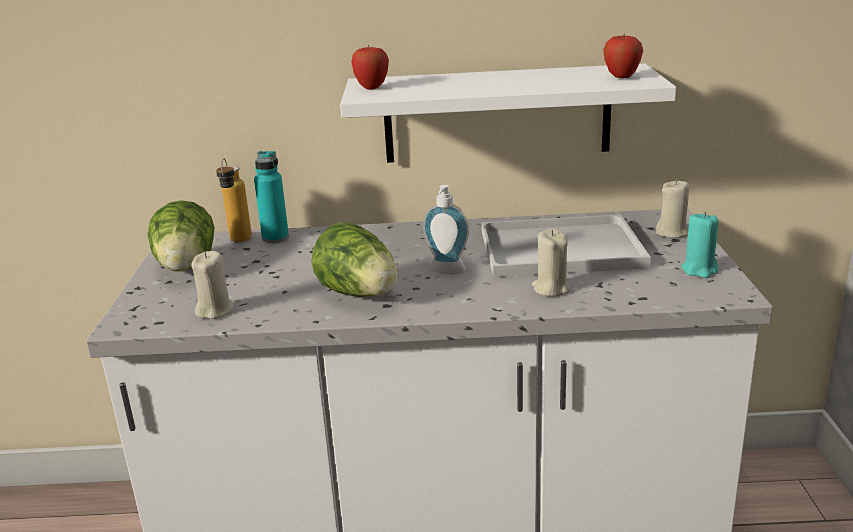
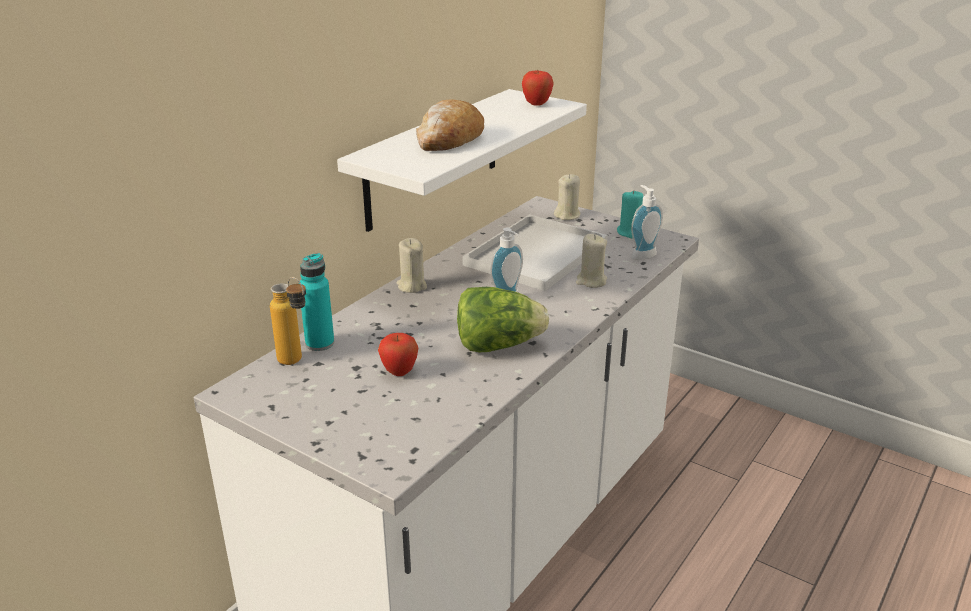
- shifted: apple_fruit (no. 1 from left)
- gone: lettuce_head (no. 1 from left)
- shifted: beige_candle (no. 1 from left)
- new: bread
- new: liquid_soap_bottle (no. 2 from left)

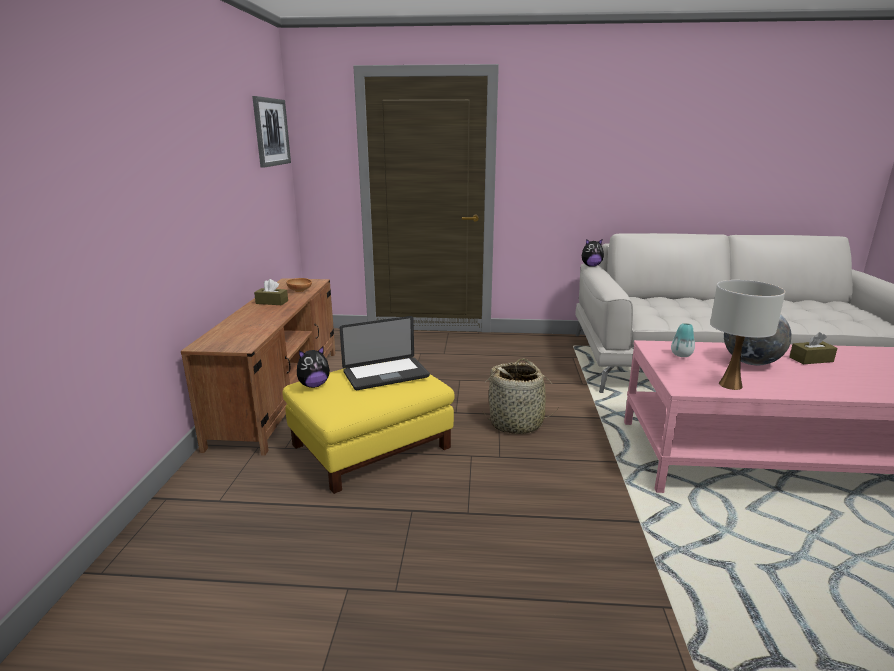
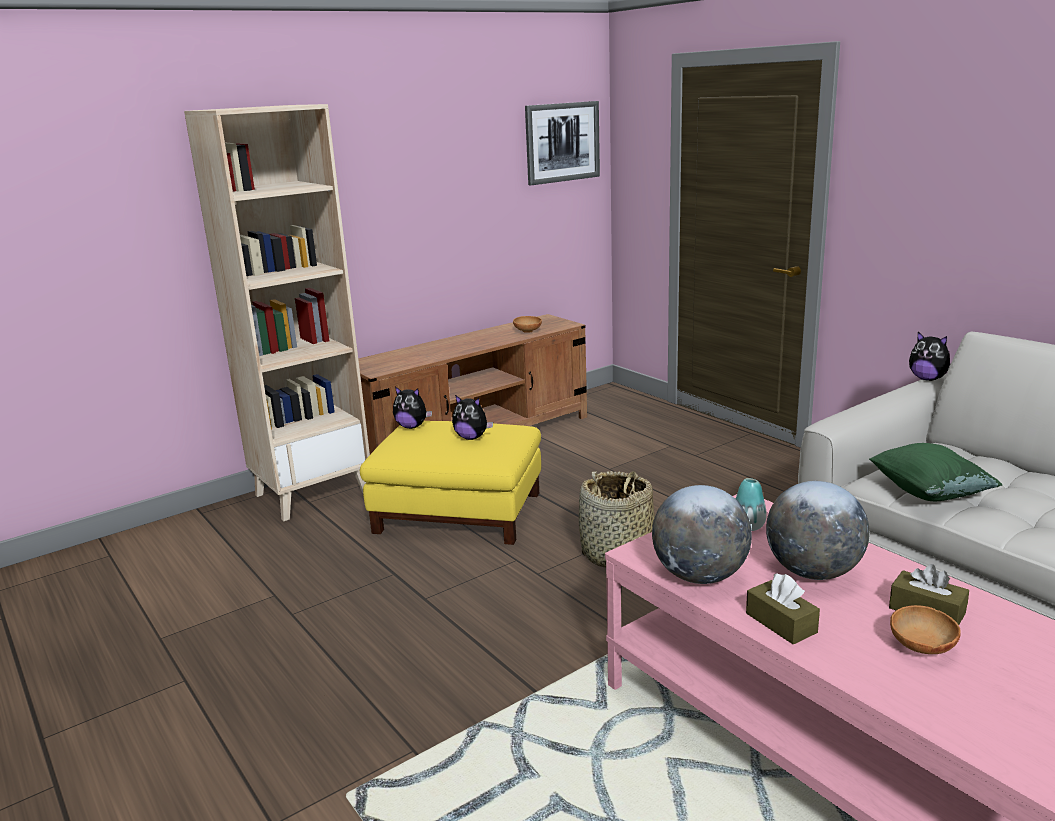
- shifted: brownish_tissue_box (no. 1 from left)
- swapped: whitish_table_lamp to globe (no. 1 from left)
- swapped: portable_computer to plush_toy (no. 2 from left)
- new: beige_bookshelf
- new: green_cushion
- new: brownish_deep_dish (no. 2 from left)

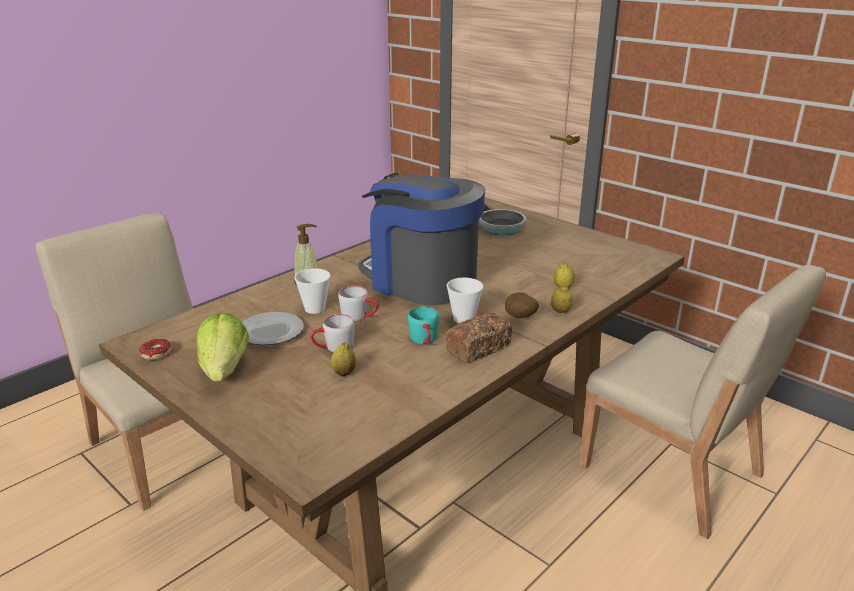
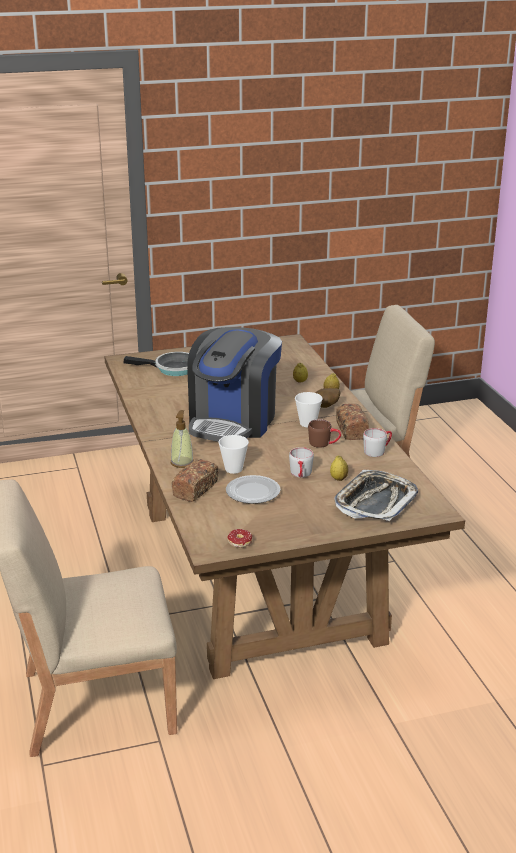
- rotated: coffee_maker 45 degrees counterclockwise
- shifted: grey_coffee_mug (no. 2 from left)
- repainted: blue-green_coffee_mug to brownish_coffee_mug
- gone: lettuce_head
- new: bread (no. 1 from left)
- new: tray

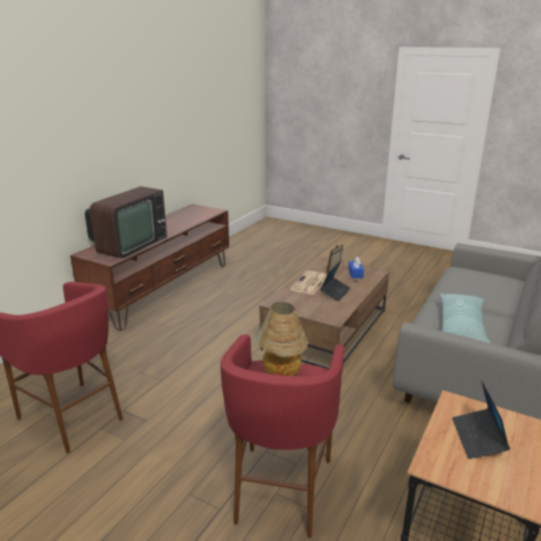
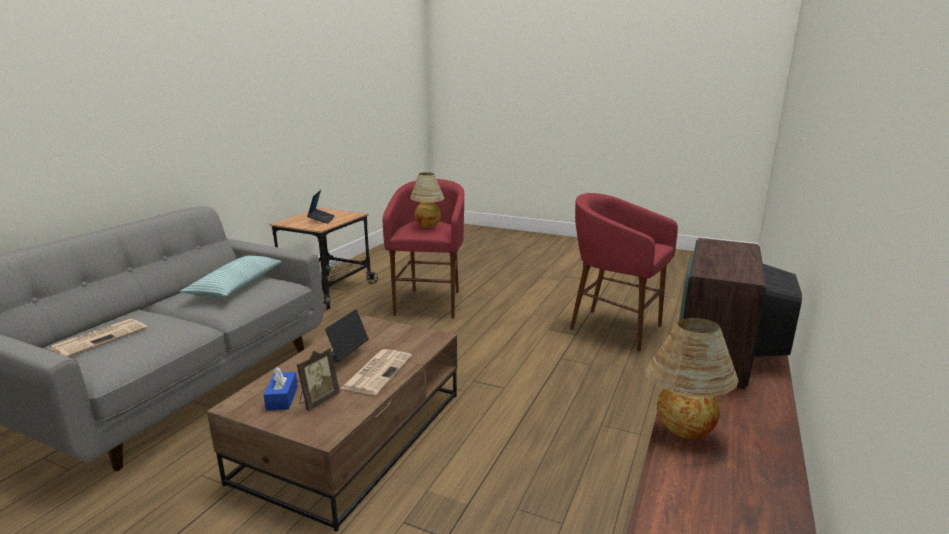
- new: table_lamp (no. 2 from left)
- new: printed_paper (no. 1 from left)

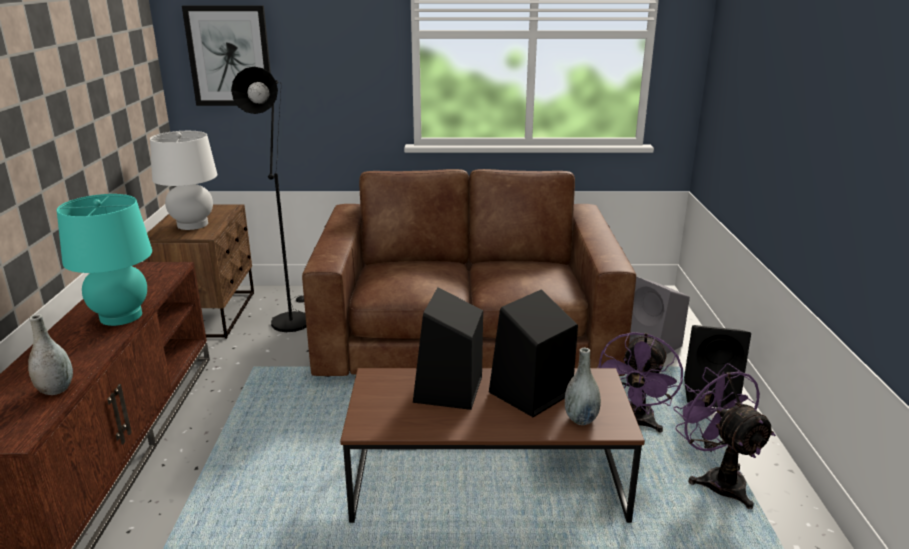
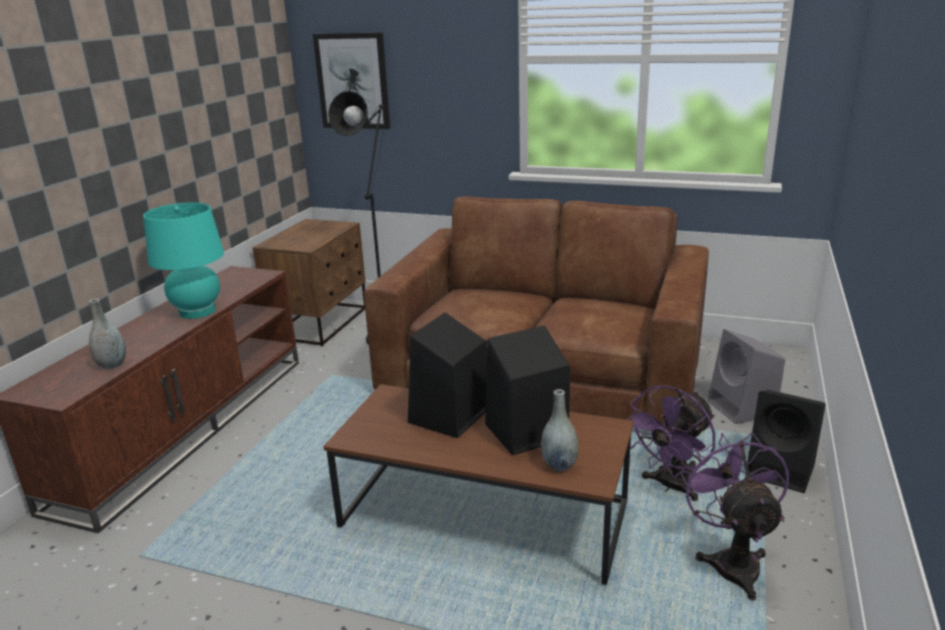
- gone: whitish_table_lamp

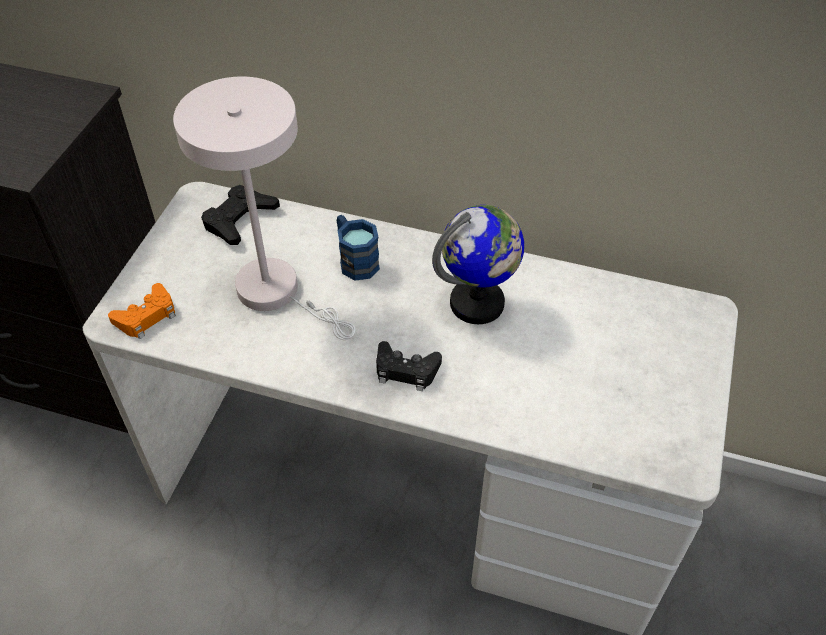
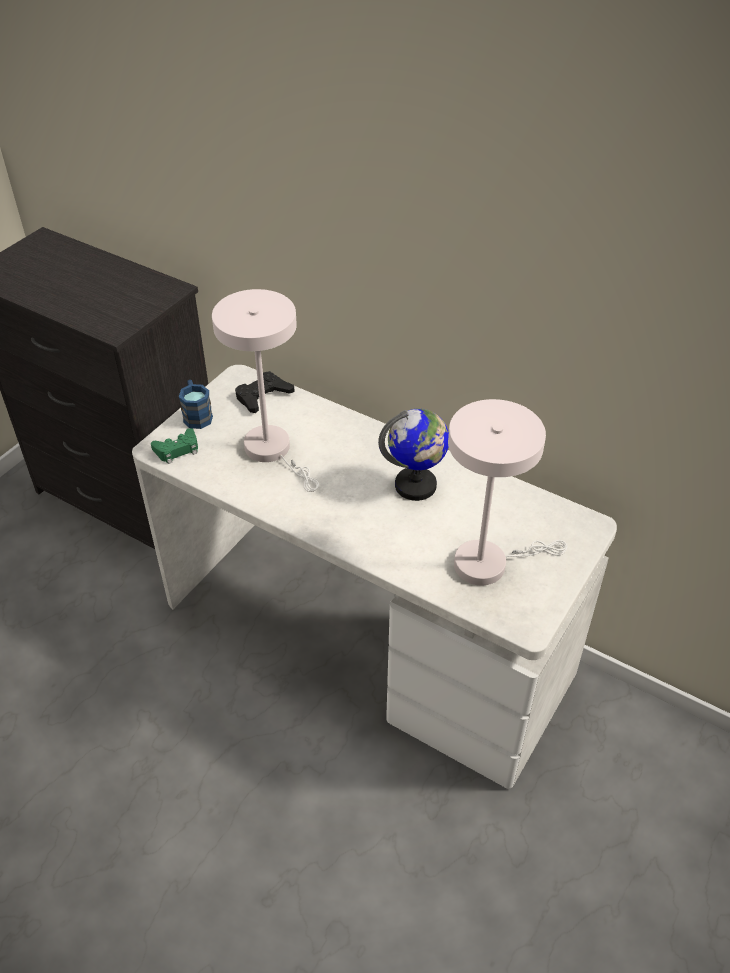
- shifted: blue_coffee_mug
- repainted: orange-coloured_gamepad to green_gamepad
- gone: blackish_gamepad (no. 2 from left)
- new: whitish_table_lamp (no. 2 from left)

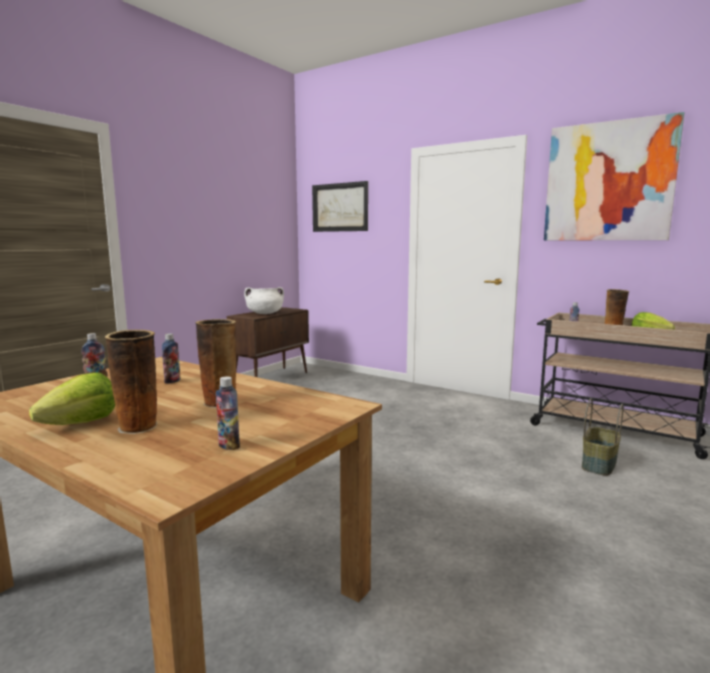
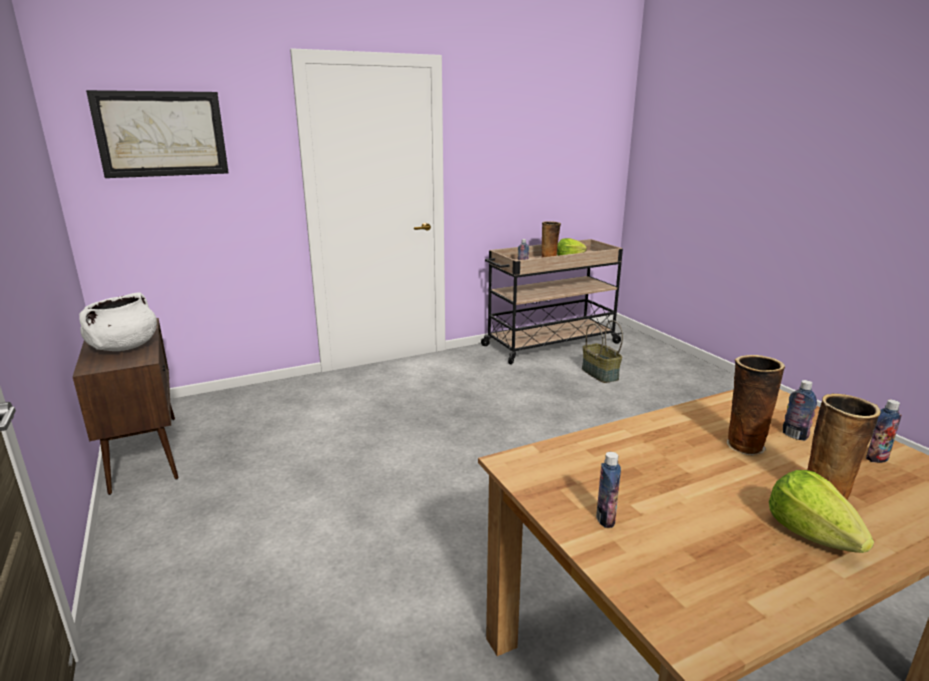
- gone: wall_art (no. 2 from left)
- shifted: bottle (no. 2 from left in the first image) to bottle (no. 3 from left)

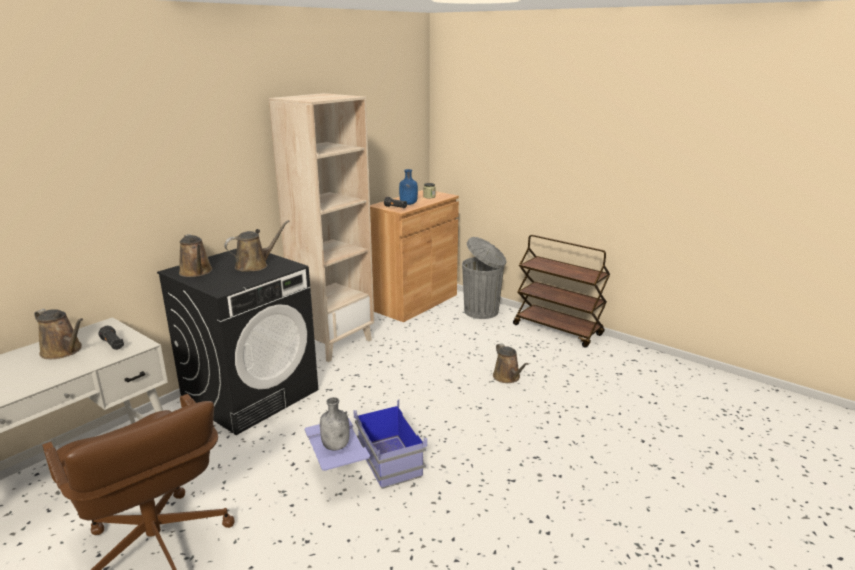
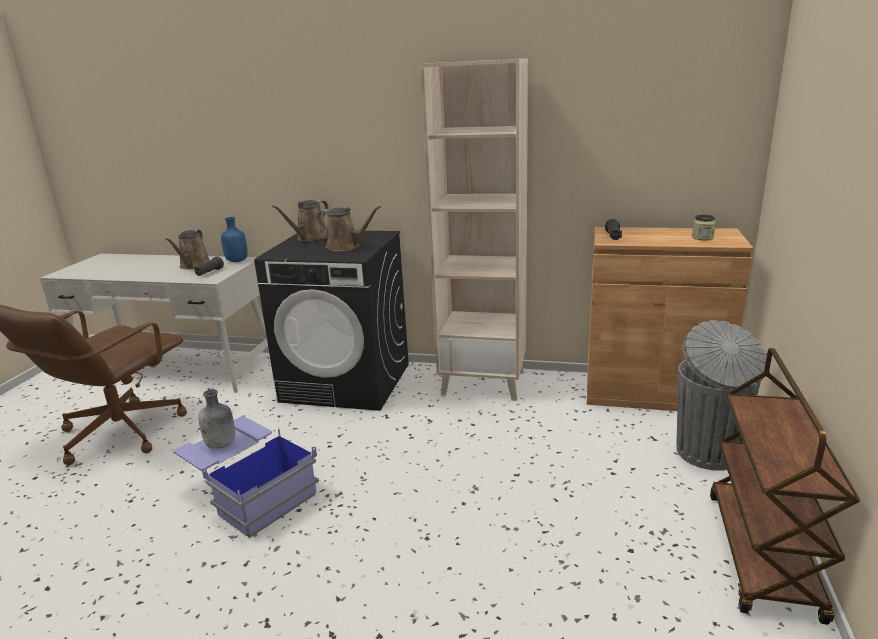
- shifted: blue_bottle
- gone: brownish_watering_can (no. 4 from left)

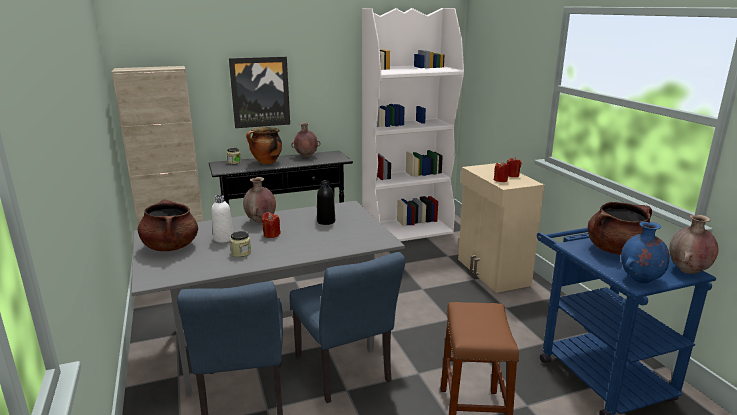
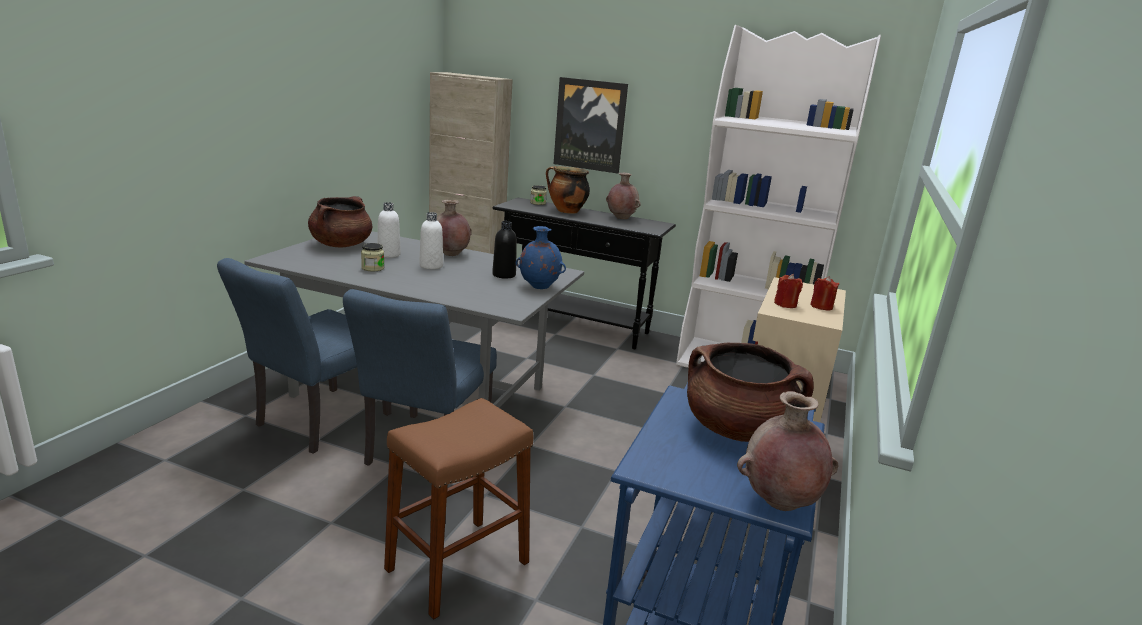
- swapped: red-coloured_candle (no. 1 from left) to whitish_bottle (no. 2 from left)
- shifted: blue_vase

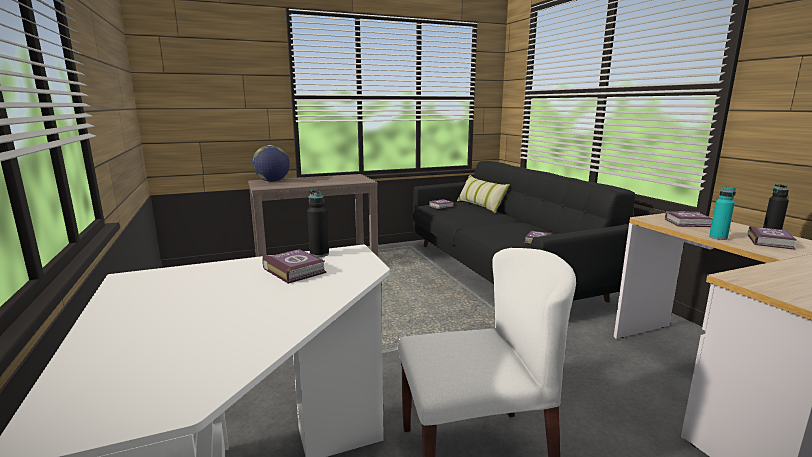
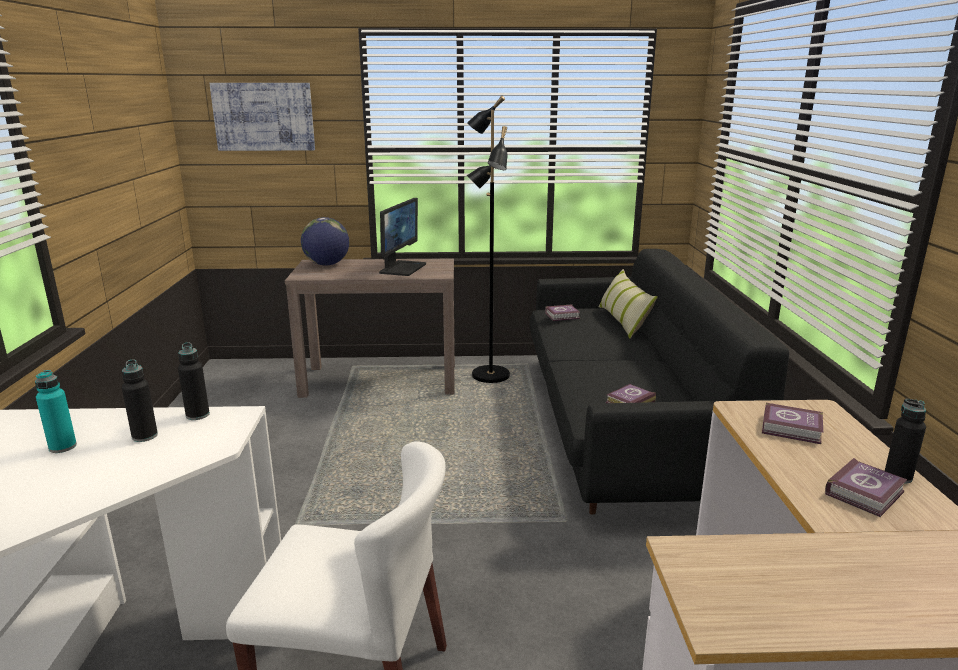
- shifted: blue-green_bottle
- swapped: book (no. 1 from left) to blackish_bottle (no. 1 from left)
- new: wall_art
- new: blackish_floor_lamp
- new: computer_screen

